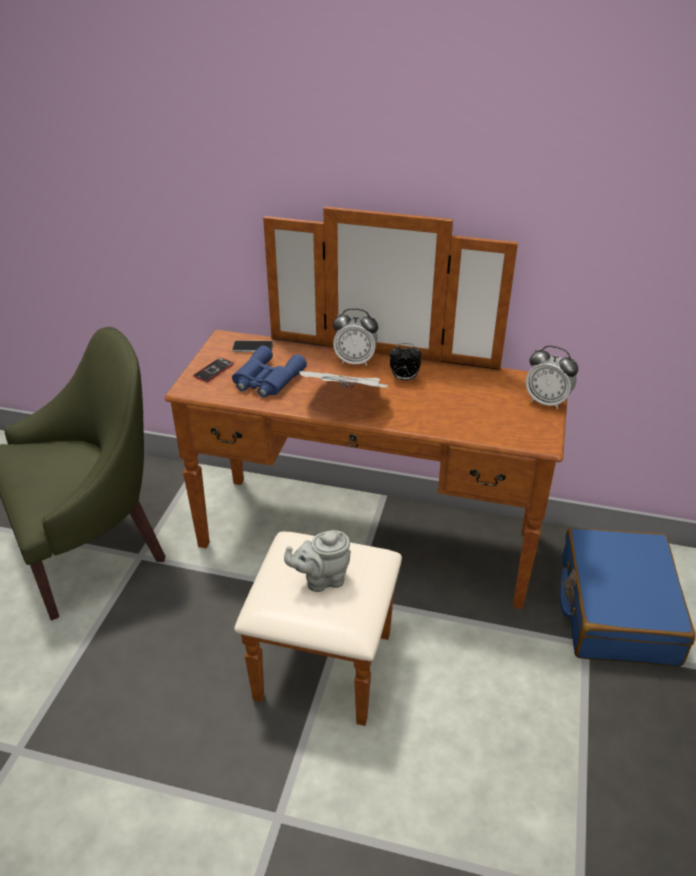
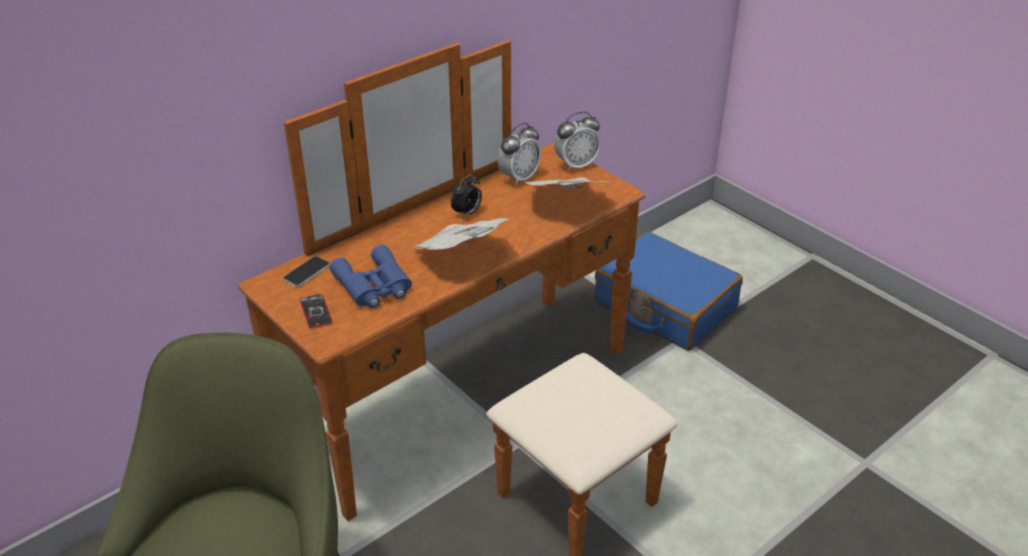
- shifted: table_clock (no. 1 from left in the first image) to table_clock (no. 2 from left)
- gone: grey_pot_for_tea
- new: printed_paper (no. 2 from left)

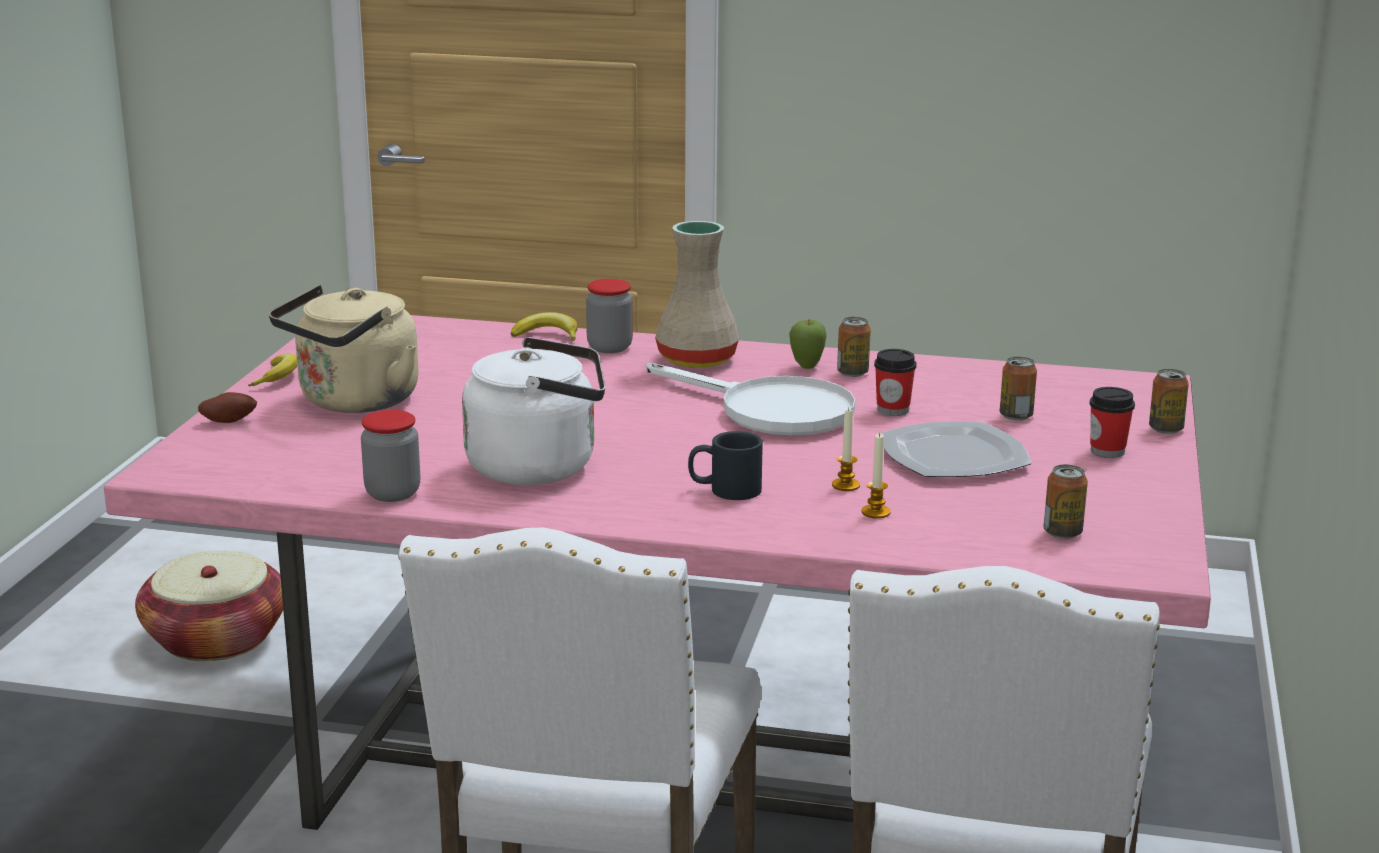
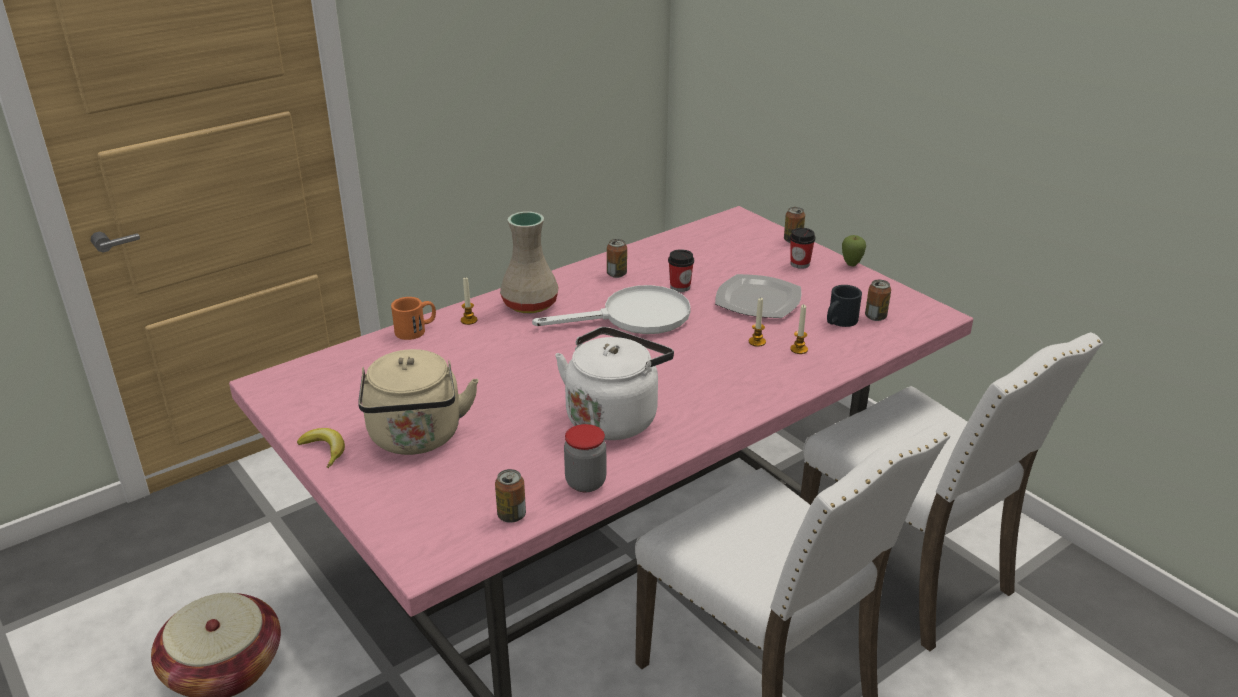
- swapped: preserve_jar (no. 2 from left) to candle (no. 1 from left)
- swapped: whole_banana (no. 2 from left) to orange-coloured_coffee_mug
- shifted: apple_fruit
- shifted: can (no. 2 from left in the first image) to can (no. 1 from left)
- gone: whole_potato
- shifted: blackish_coffee_mug

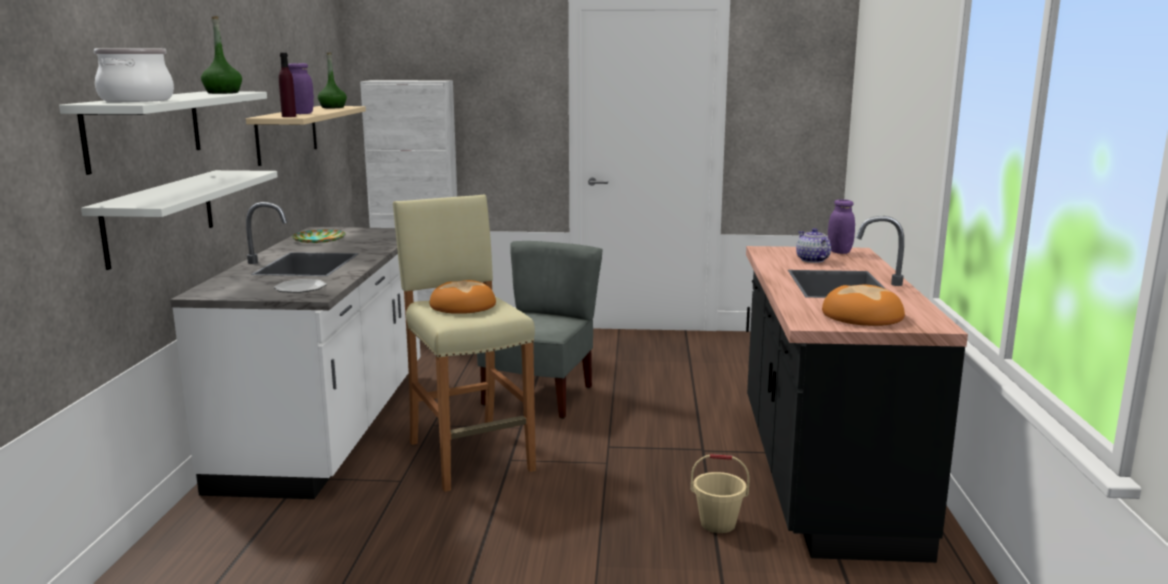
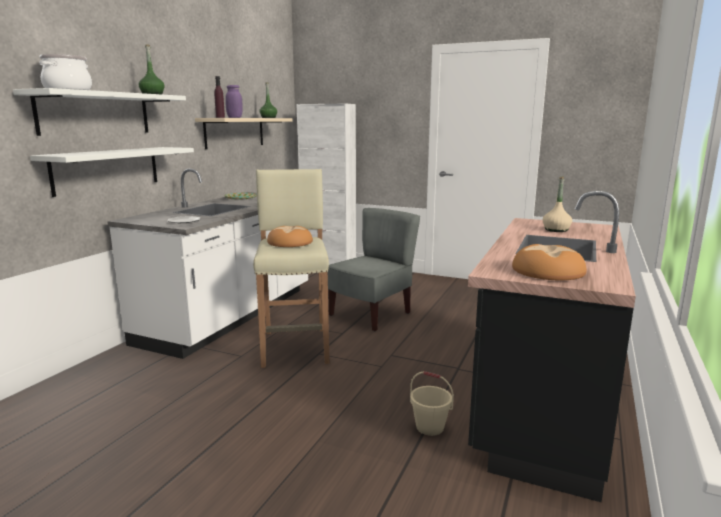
- gone: purple_preserve_jar (no. 2 from left)
- swapped: pot_for_tea to beige_bottle

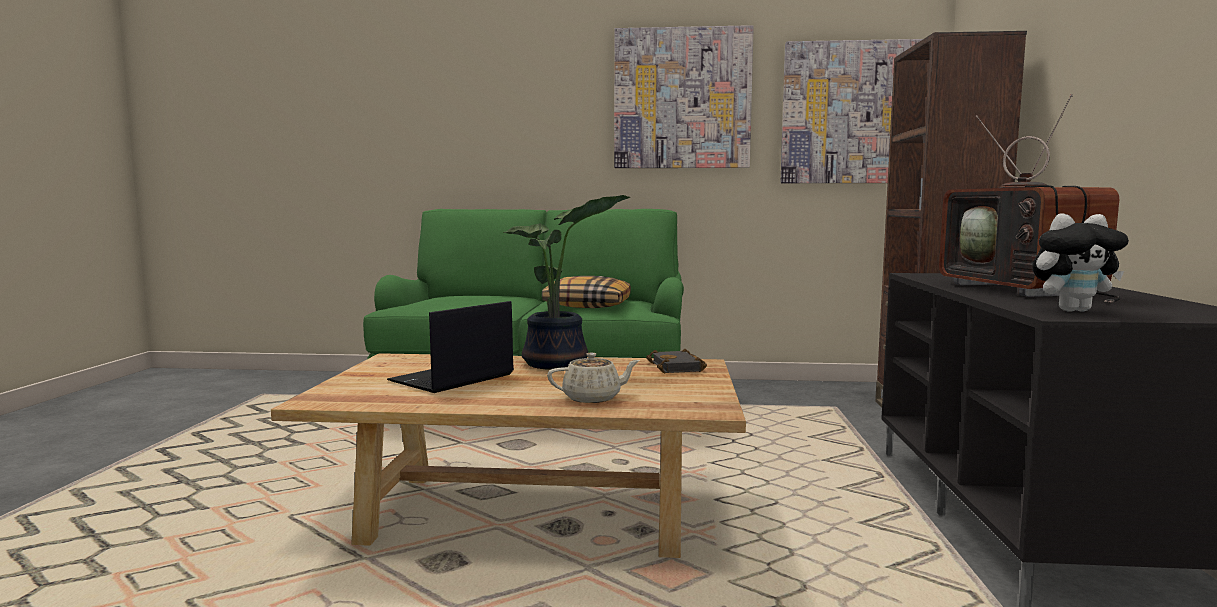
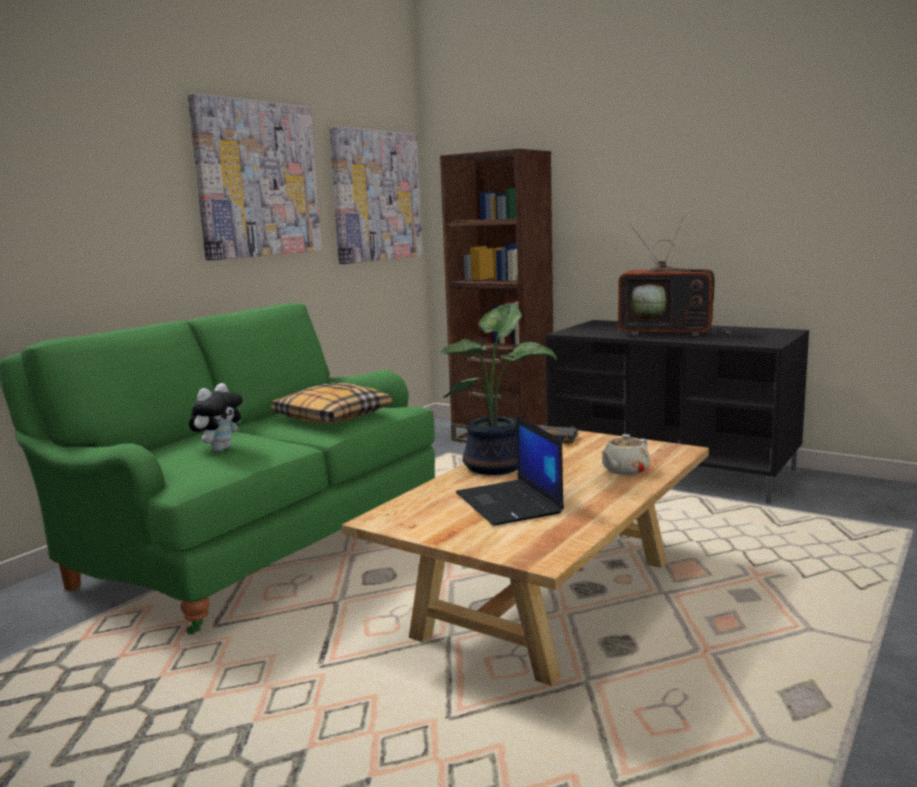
- shifted: plush_toy
- rotated: beige_pot_for_tea 150 degrees counterclockwise

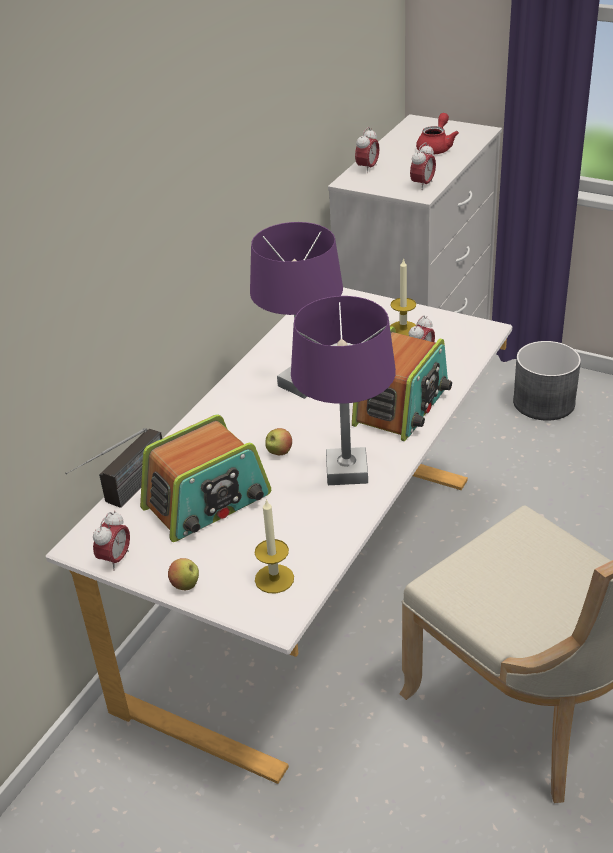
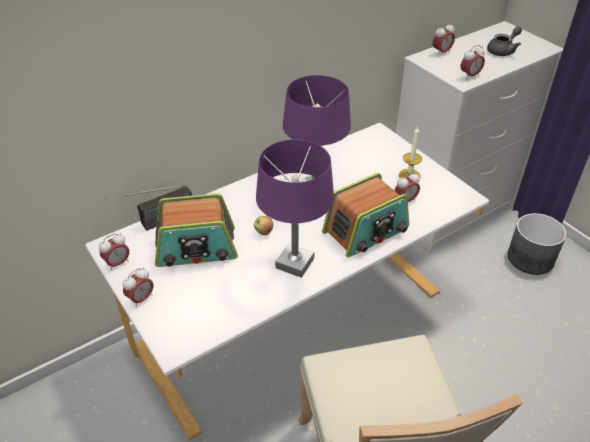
- repainted: red-coloured_pot_for_tea to grey_pot_for_tea
- gone: candle (no. 1 from left)
- swapped: apple_fruit (no. 1 from left) to table_clock (no. 2 from left)

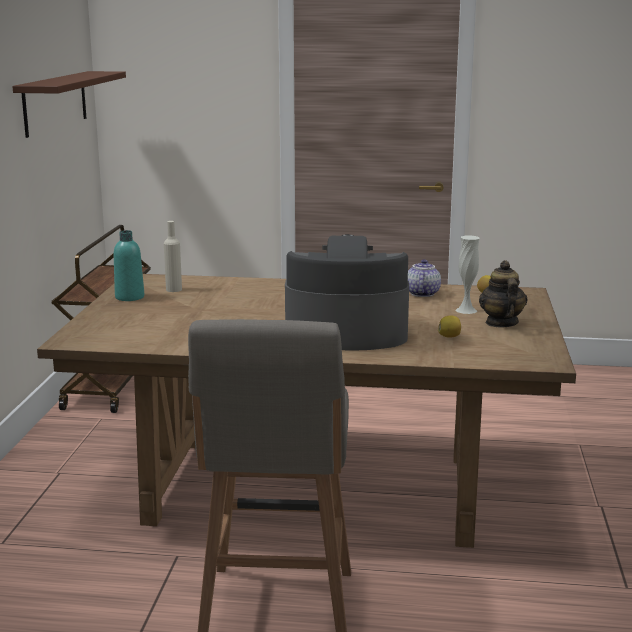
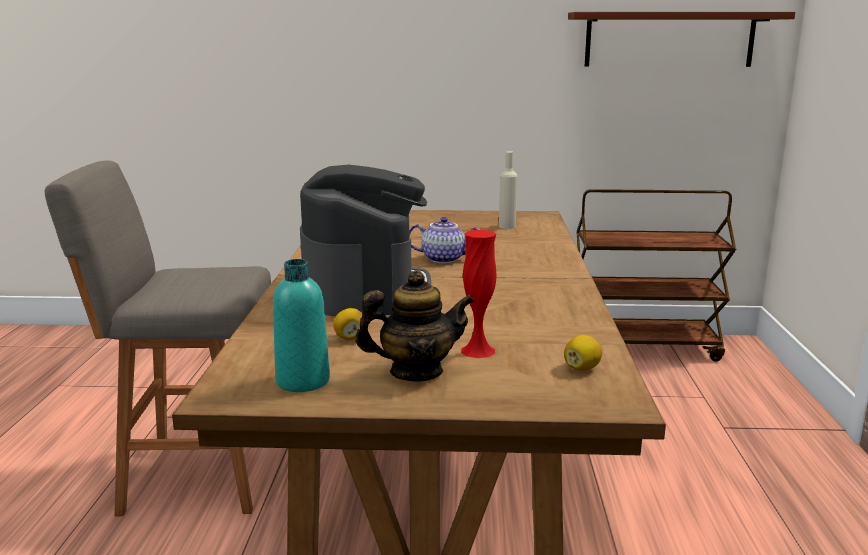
- shifted: blue-green_bottle
- repainted: whitish_vase to red-coloured_vase
- shifted: pot_for_tea (no. 1 from left in the first image) to pot_for_tea (no. 2 from left)

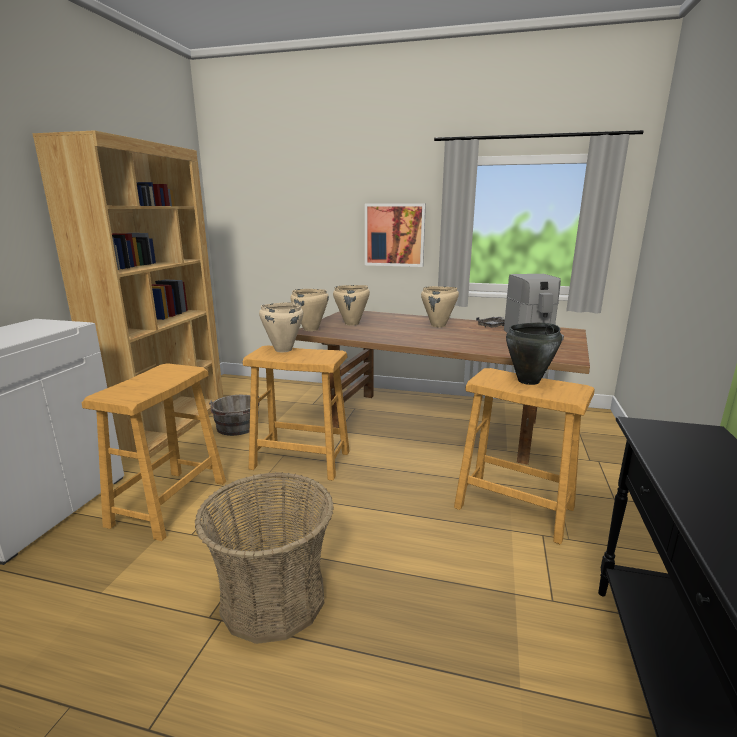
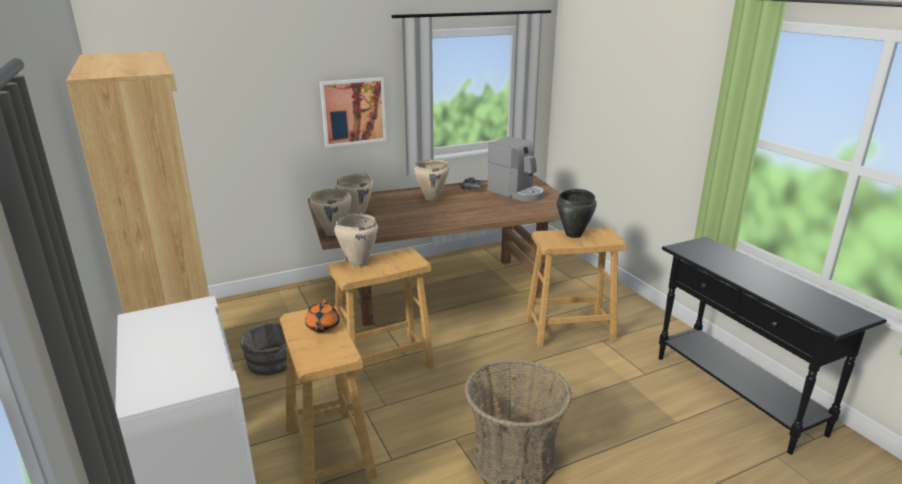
- new: orange-coloured_pot_for_tea

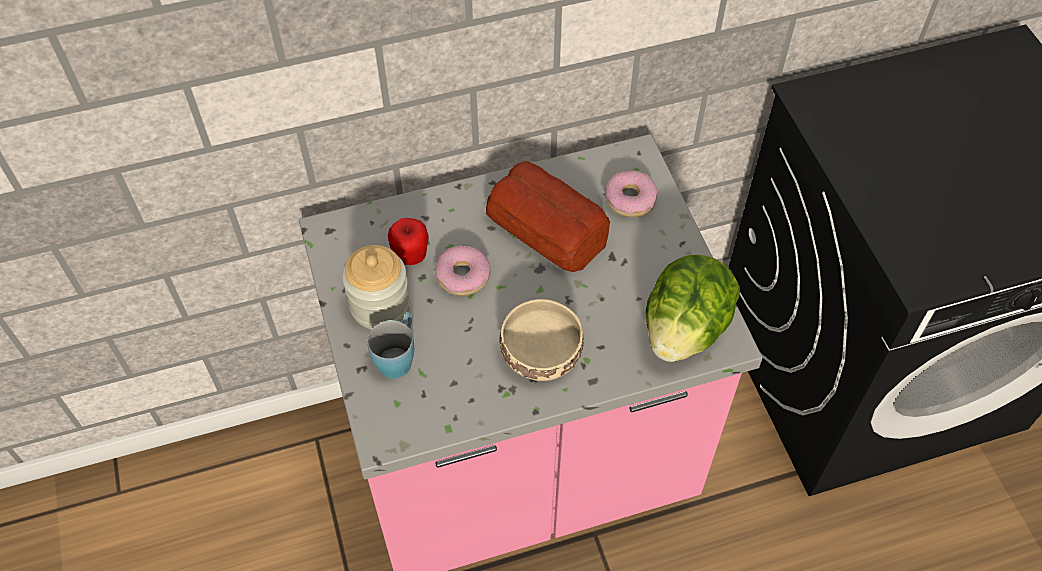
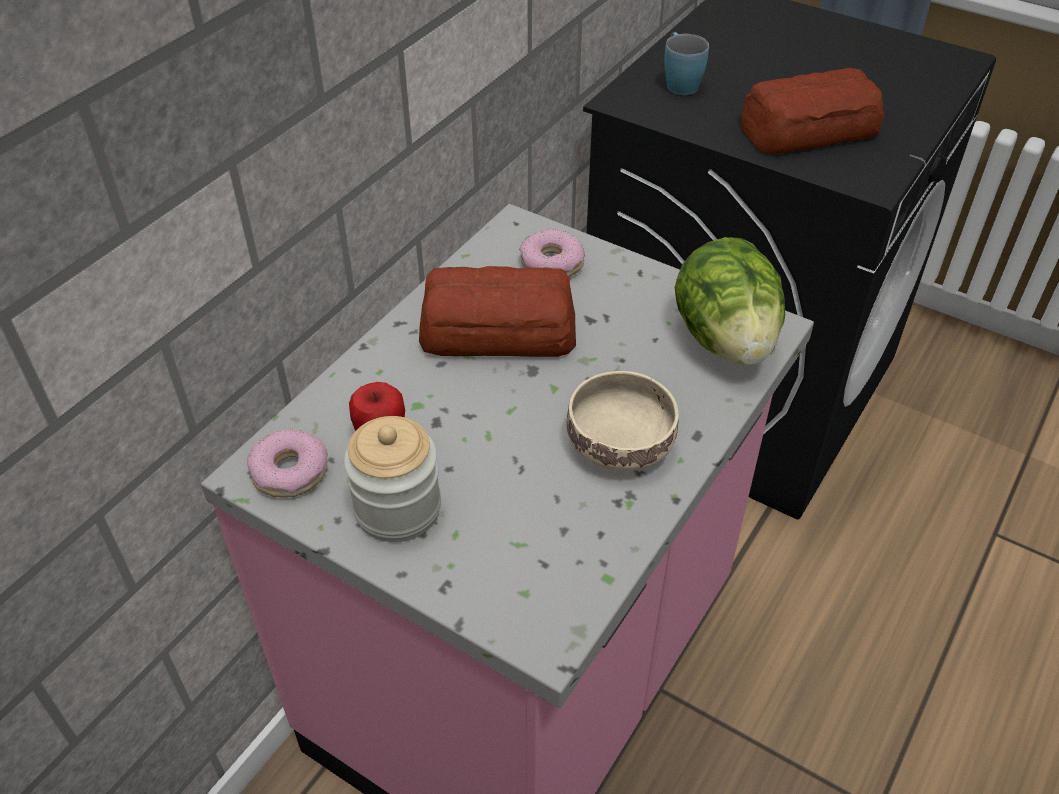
- shifted: doughnut (no. 1 from left)
- shifted: blue_coffee_mug
- new: bread (no. 2 from left)

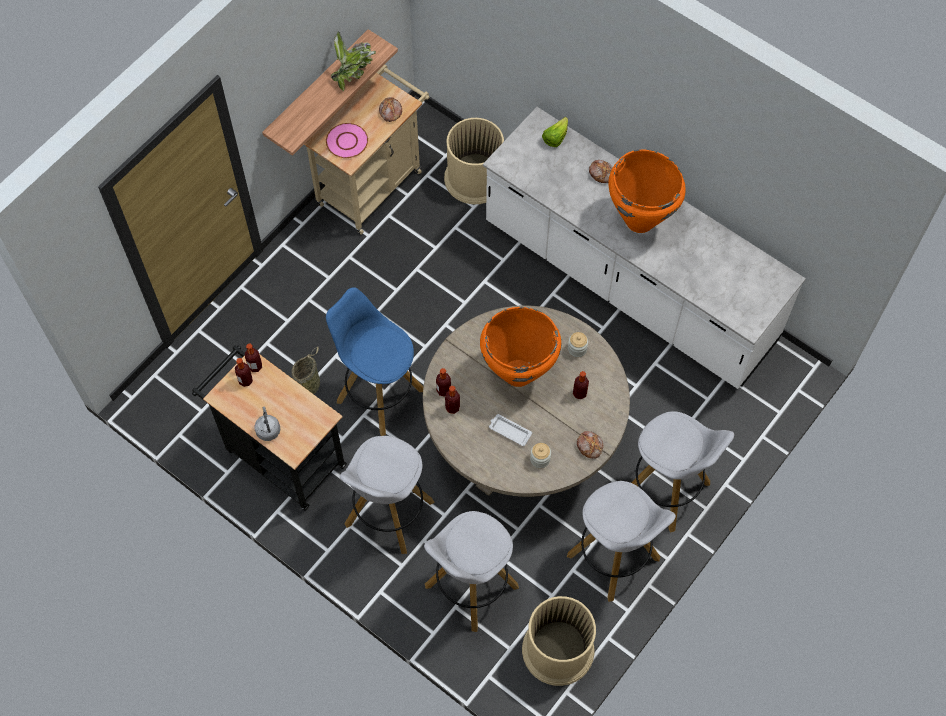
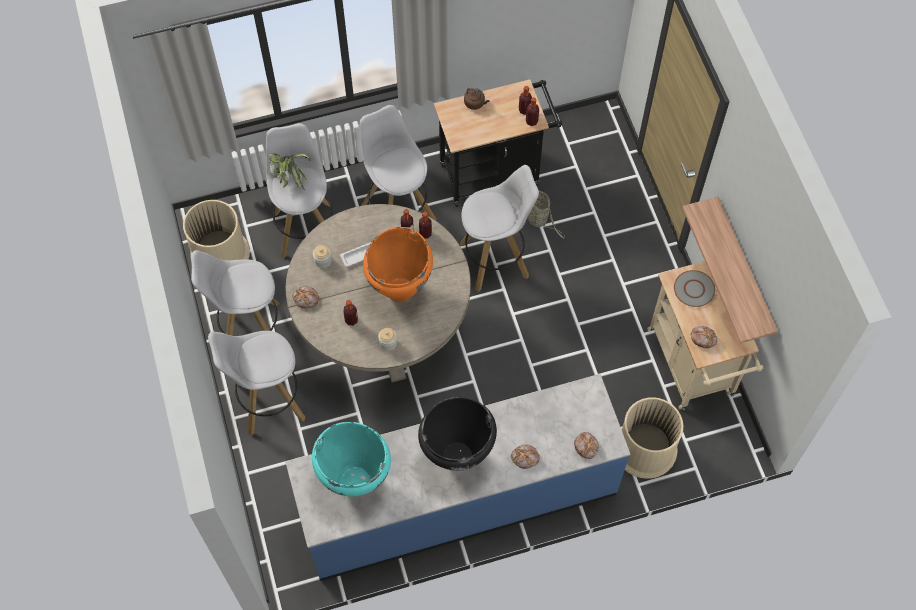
- shifted: houseplant
- repainted: whitish_kitchen_base_unit to blue_kitchen_base_unit
- swapped: lettuce_head to bread (no. 3 from left)
- repainted: pinkish_flat_dish to grey_flat_dish
- repainted: orange-coloured_vase (no. 2 from left) to blackish_vase
- repainted: blue_stool_seat to whitish_stool_seat (no. 5 from left)
- repainted: grey_water_kettle to brownish_water_kettle
- new: blue-green_vase

